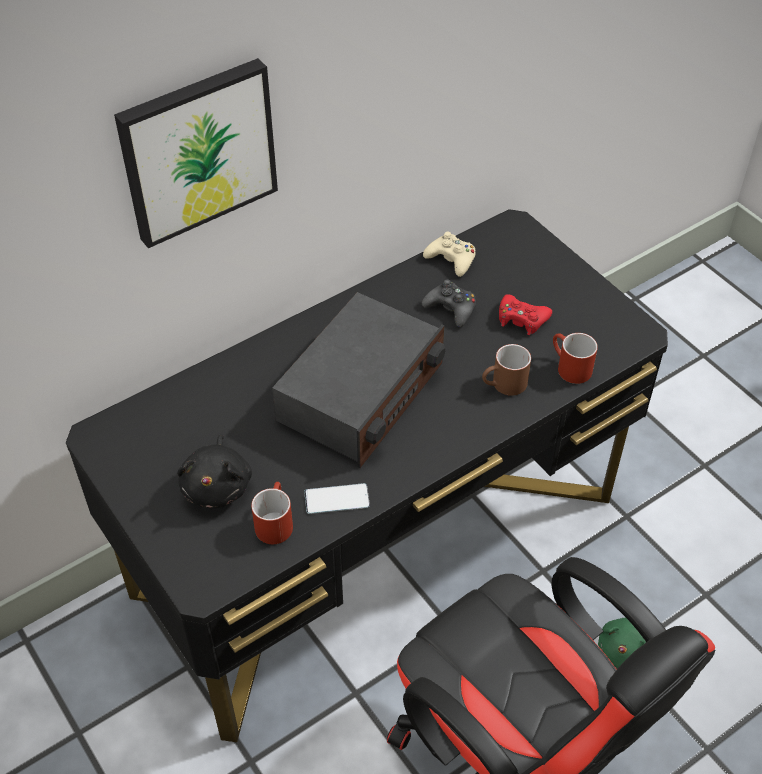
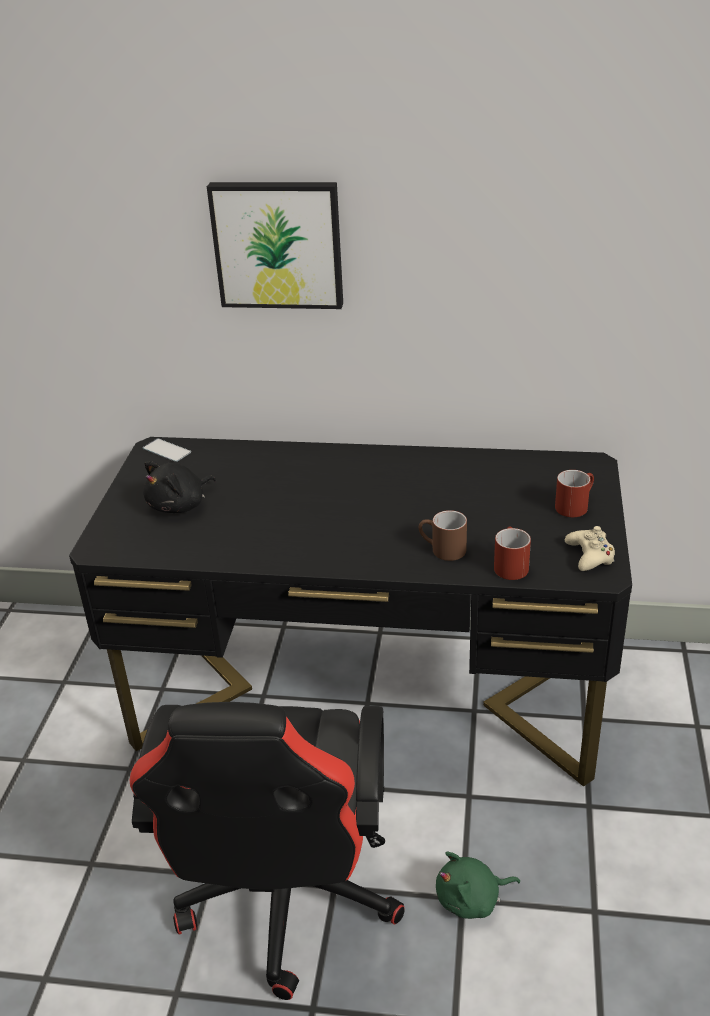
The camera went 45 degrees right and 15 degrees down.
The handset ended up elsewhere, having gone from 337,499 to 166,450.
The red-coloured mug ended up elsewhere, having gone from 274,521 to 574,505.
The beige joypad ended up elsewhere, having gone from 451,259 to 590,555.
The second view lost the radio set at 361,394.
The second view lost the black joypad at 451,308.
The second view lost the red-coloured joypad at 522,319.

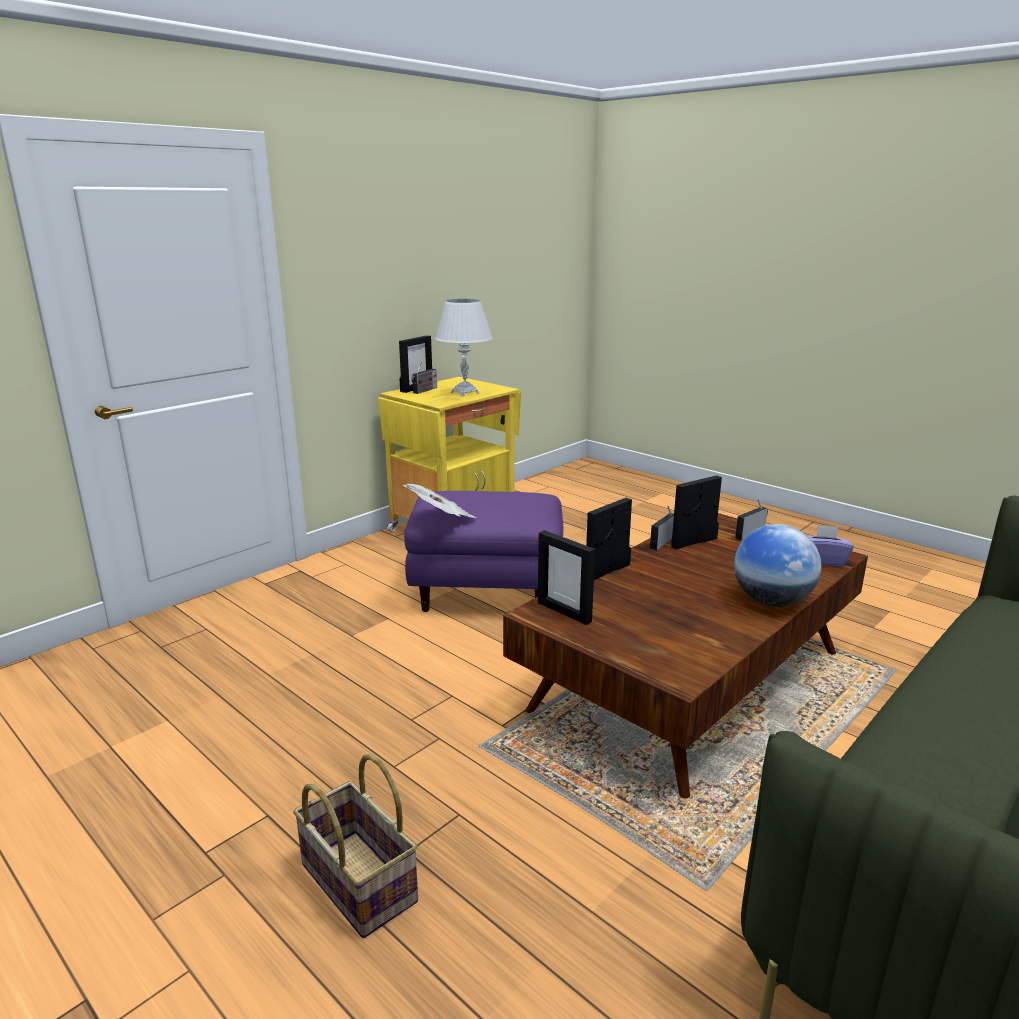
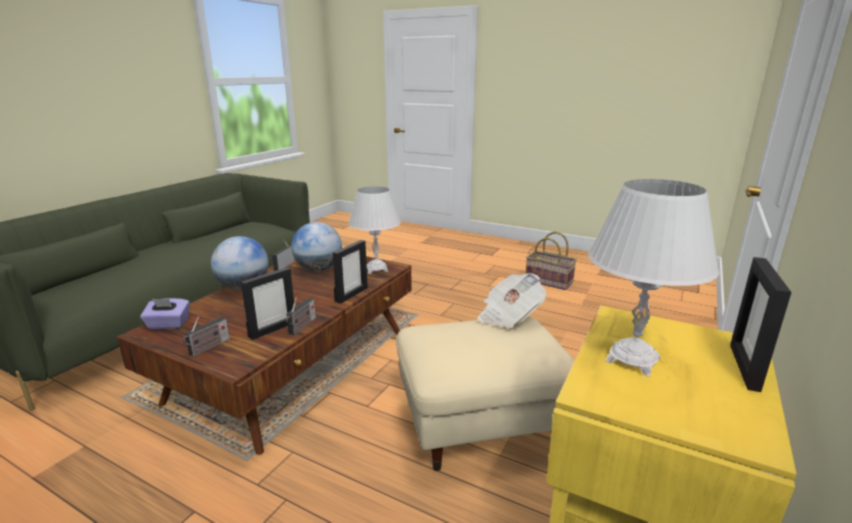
The camera went 165 degrees right and 0 degrees up.
The radio set ended up elsewhere, having gone from 424,390 to 284,265.
The second view gained the world globe at 319,269.
Where the standing frame stood at 565,611, the white tabletop lamp came to stand at 376,269.
What was the purplish footrest at 487,591 turned into the beige footrest at 479,427.
The storage basket ended up elsewhere, having gone from 356,883 to 549,281.

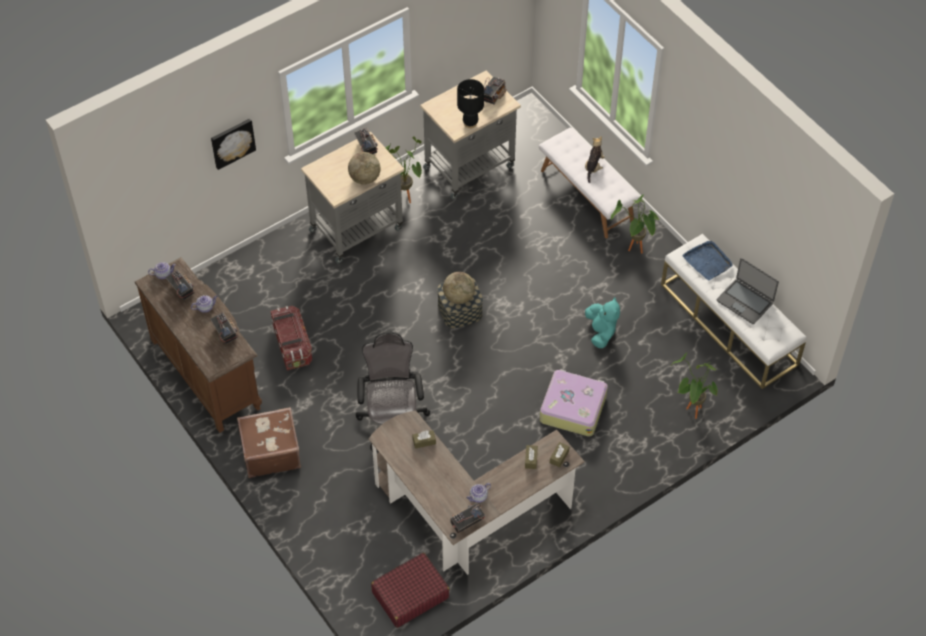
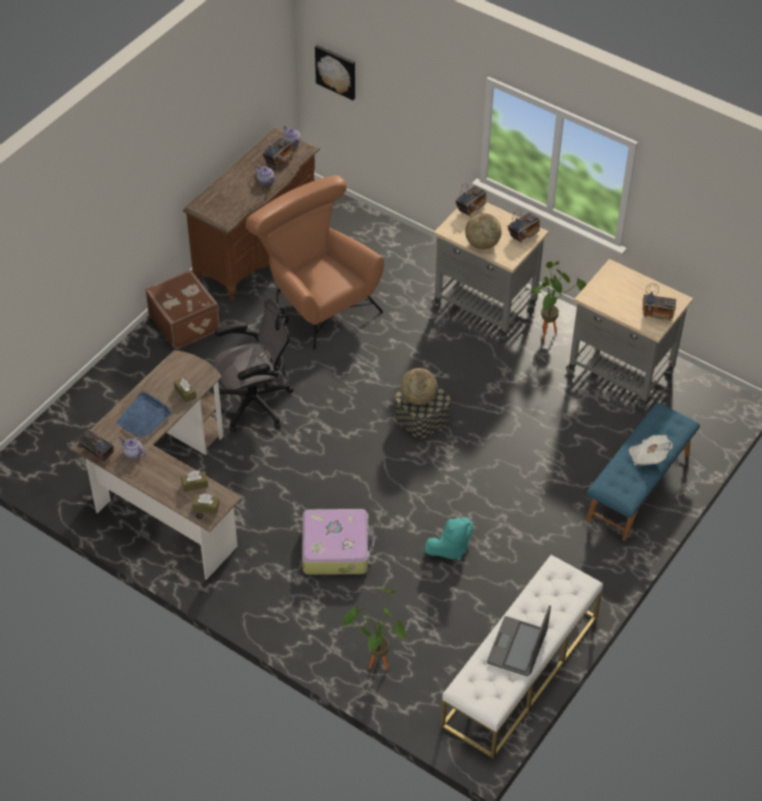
The camera went 70 degrees right and 5 degrees down.
The bluish carrying tray ended up elsewhere, having gone from 708,261 to 144,418.
Where the storage container stood at 292,345, the brownish lounge chair came to stand at 316,301.
The wall picture ended up elsewhere, having gone from 232,142 to 336,71.
The radio set ended up elsewhere, having gone from 225,333 to 471,207.
What was the white indoor bench at 587,195 turned into the bluish indoor bench at 639,487.
Where the cuddly toy stood at 593,167, the newspaper came to stand at 648,457.
The second view lost the red-coloured travel case at 410,595.
The second view lost the black tabletop lamp at 470,123.
The second view lost the potted plant at 634,251.

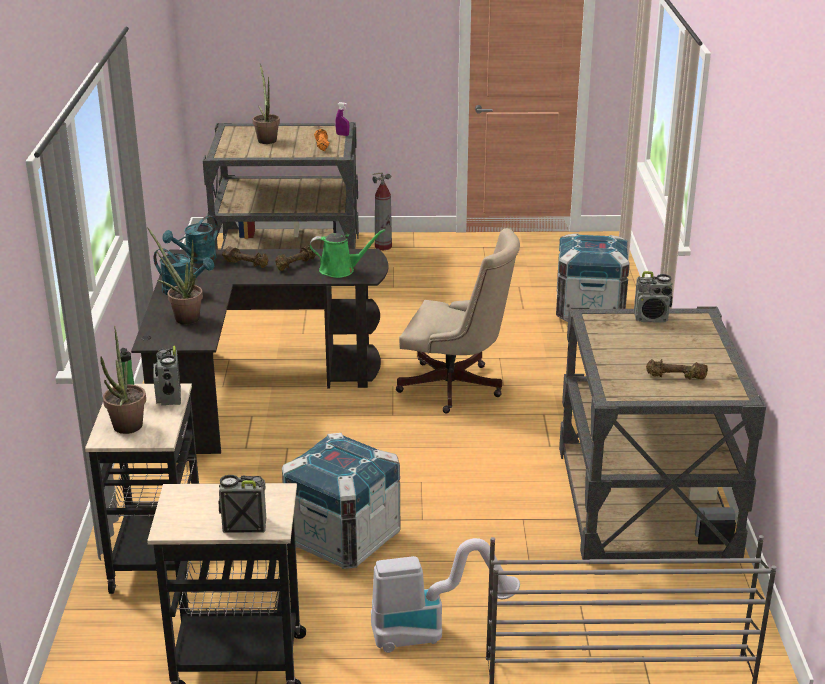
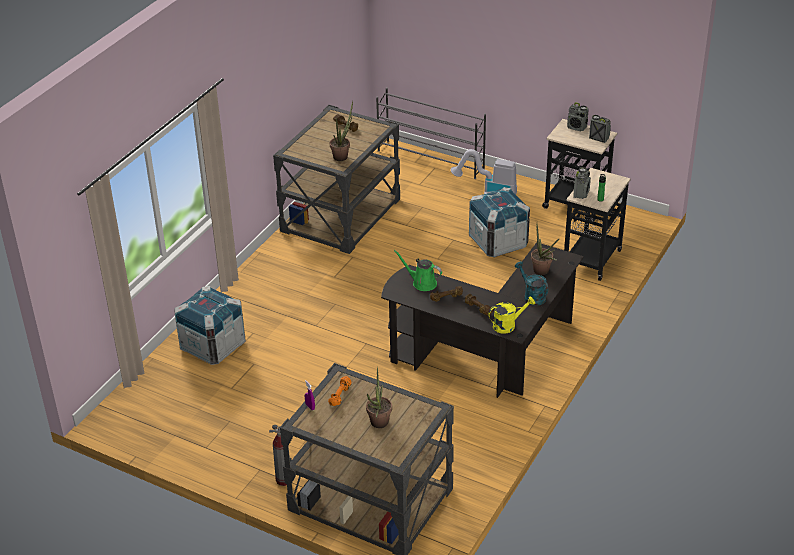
The camera went 150 degrees left and 10 degrees up.
The potted plant ended up elsewhere, having gone from 126,430 to 342,155.
What was the turquoise-coloured sprinkling can at 196,259 turned into the yellowish sprinkling can at 508,325.
The radio set ended up elsewhere, having gone from 651,318 to 599,138.
The second view lost the beige computer chair at 456,388.

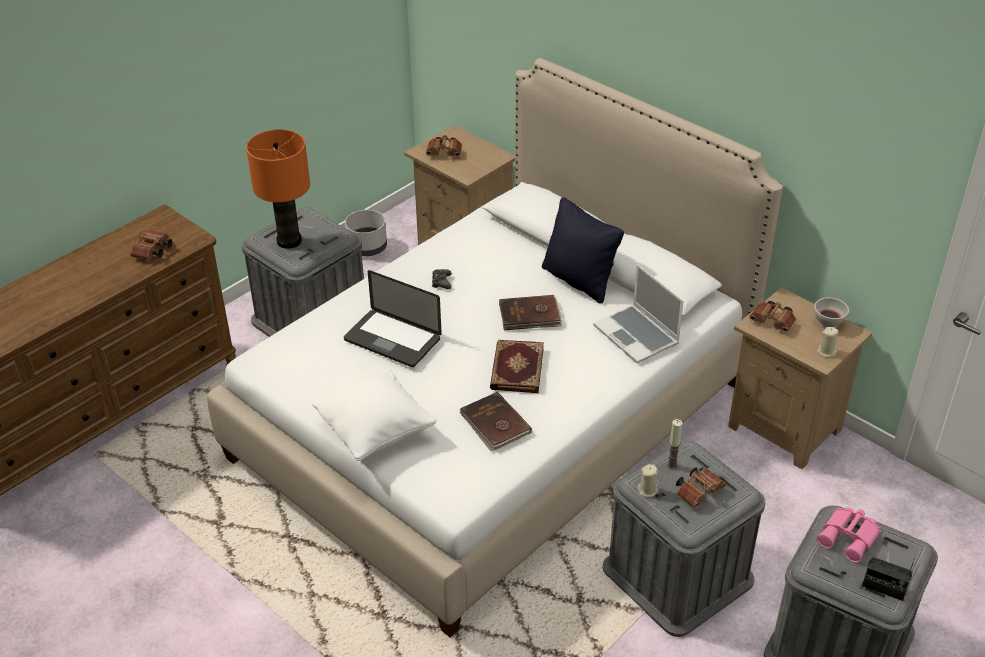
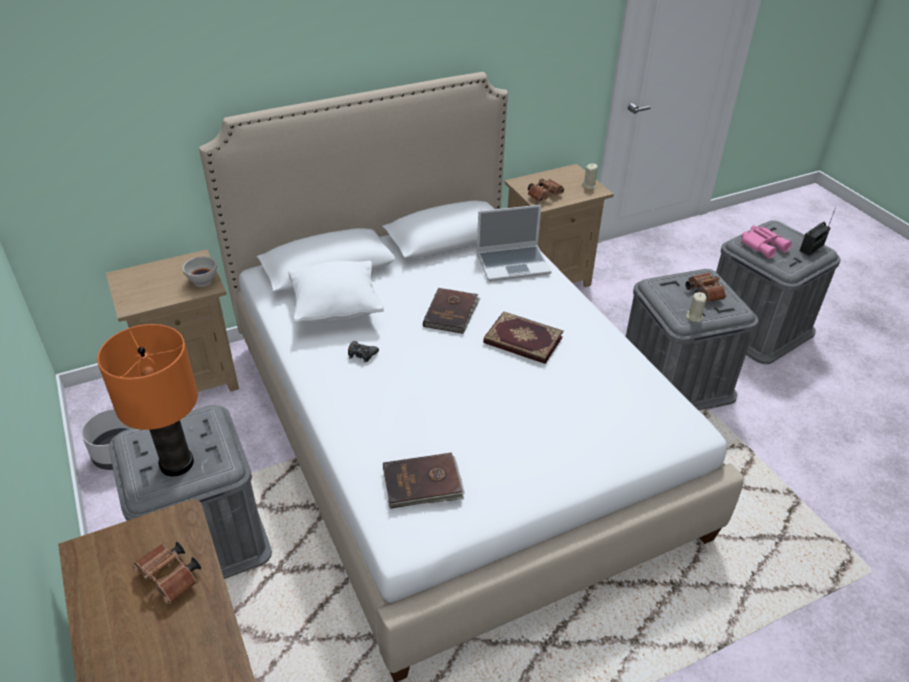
The camera went 70 degrees left and 0 degrees up.
The white serving bowl ended up elsewhere, having gone from 828,323 to 203,281.
The white pillow ended up elsewhere, having gone from 375,432 to 336,309.
The brownish book ended up elsewhere, having gone from 494,424 to 423,483.
The second view lost the portable computer at 392,339.
The second view lost the brownish field glasses at 445,153.
The second view lost the black pillow at 579,280.
The second view lost the wax candle at 672,465.

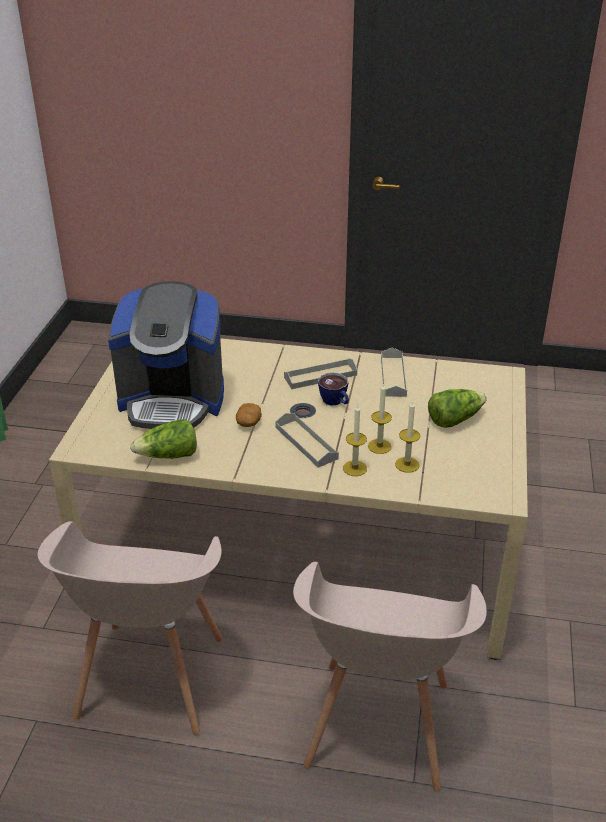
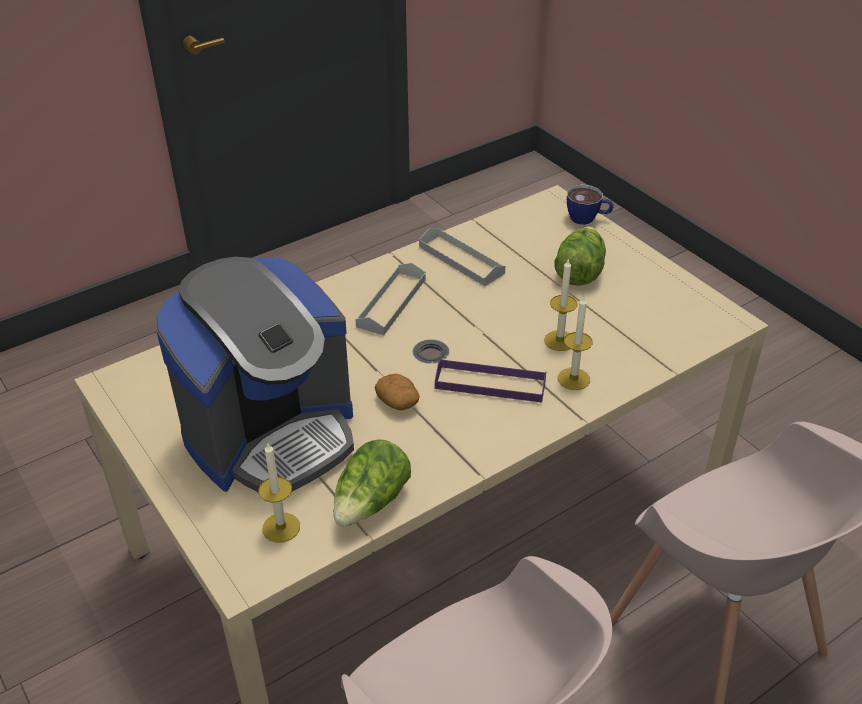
The camera went 45 degrees left and 5 degrees up.
The wax candle ended up elsewhere, having gone from 407,464 to 281,527.
What was the gray carrying tray at 306,443 turned into the purplish carrying tray at 490,384.
The drinking cup ended up elsewhere, having gone from 335,402 to 588,218.

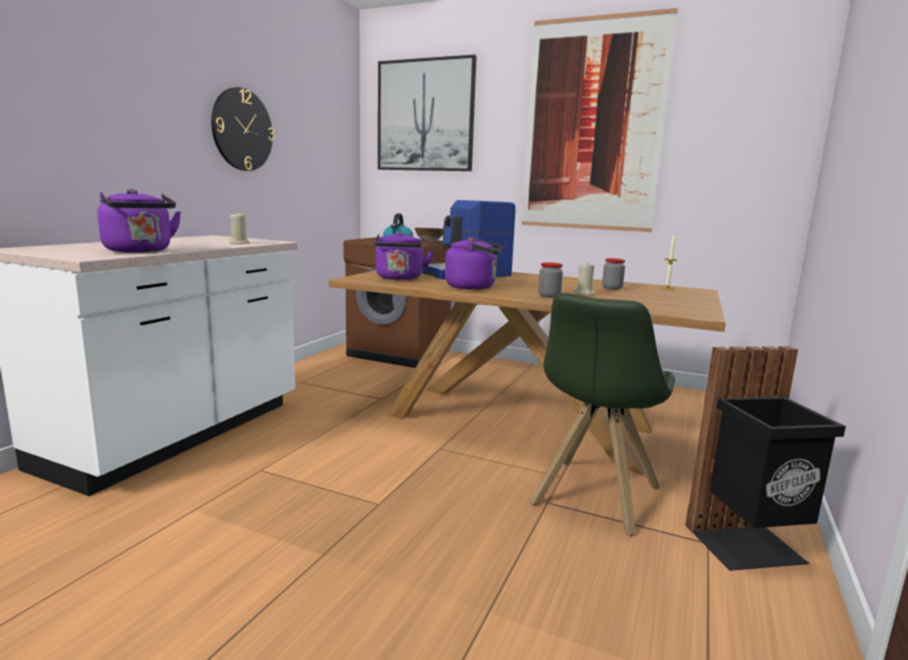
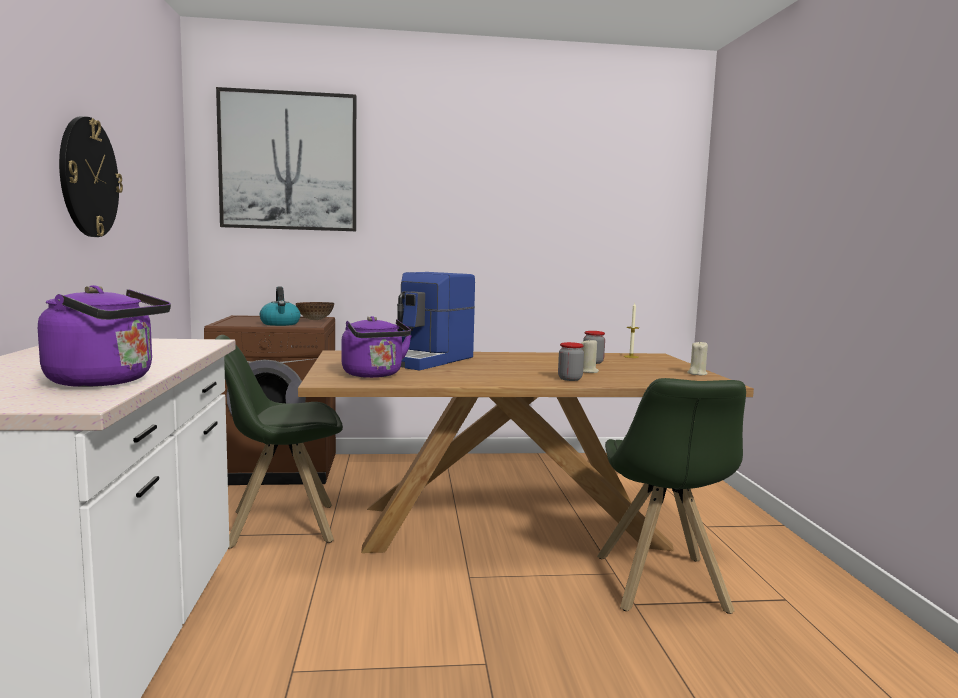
The camera went 30 degrees left and 5 degrees down.
The second view gained the greenish upright chair at 281,526.
The beige wax candle ended up elsewhere, having gone from 239,243 to 697,374.
The second view lost the purplish tea kettle at 473,287.
The second view lost the wall picture at 593,126.
The second view lost the black waste bin at 748,546.

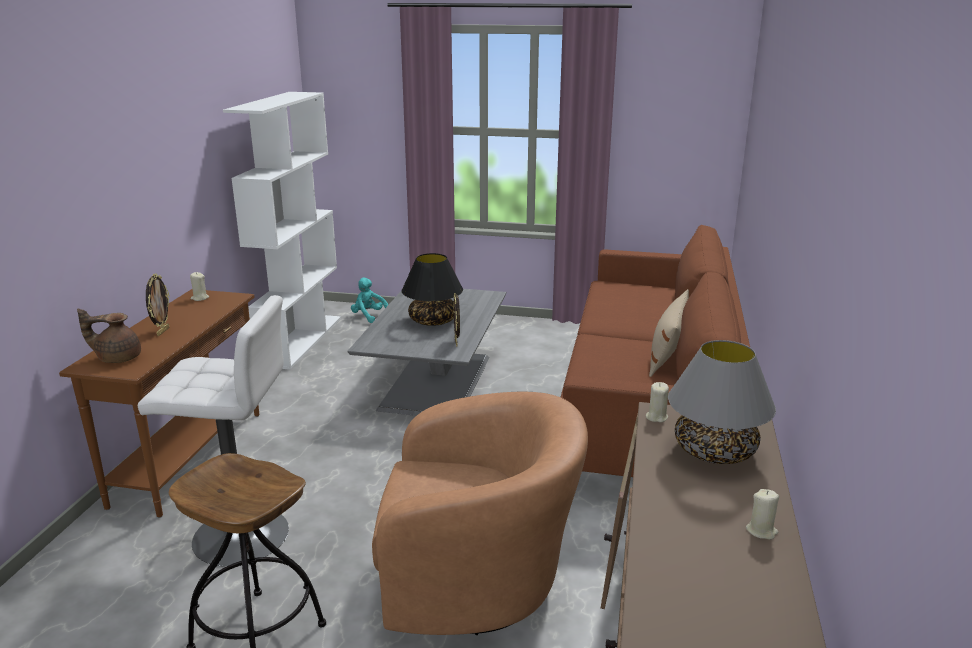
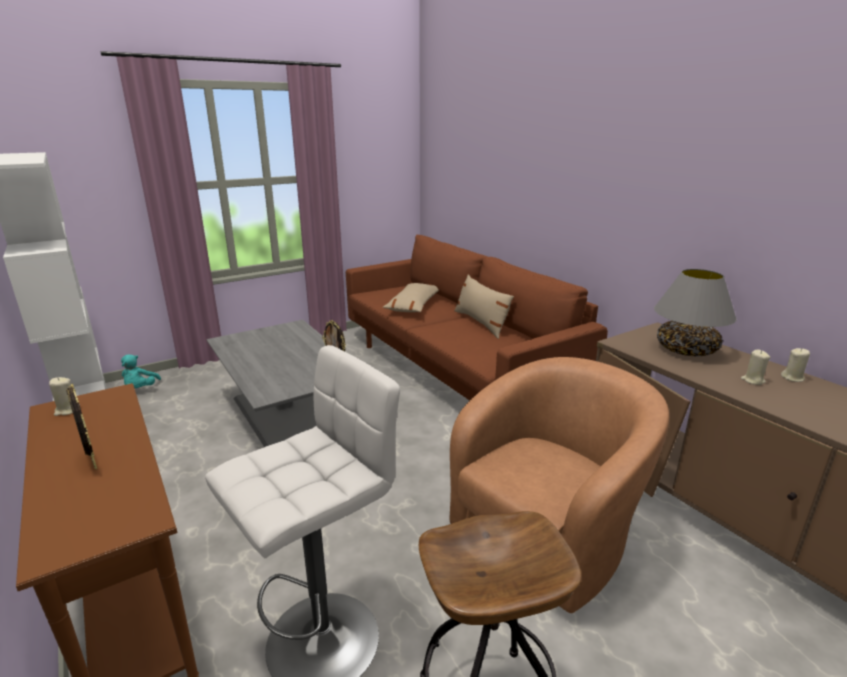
The camera went 45 degrees left and 0 degrees up.
The turquoise-coloured cuddly toy at 369,316 ended up facing another way, 90 degrees counterclockwise from before.
The second view gained the beige pillow at 413,305.
The beige wax candle ended up elsewhere, having gone from 656,417 to 752,380.
The second view lost the brownish pot for tea at 117,358.
The second view lost the black tabletop lamp at 433,320.

